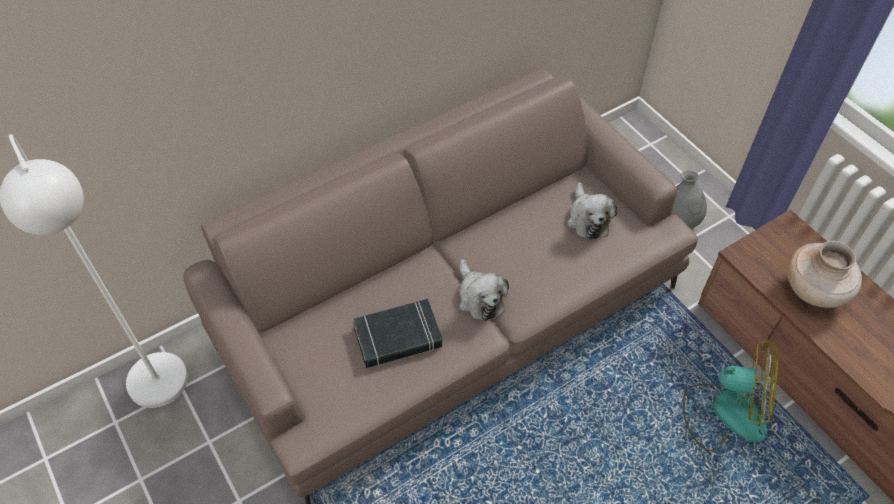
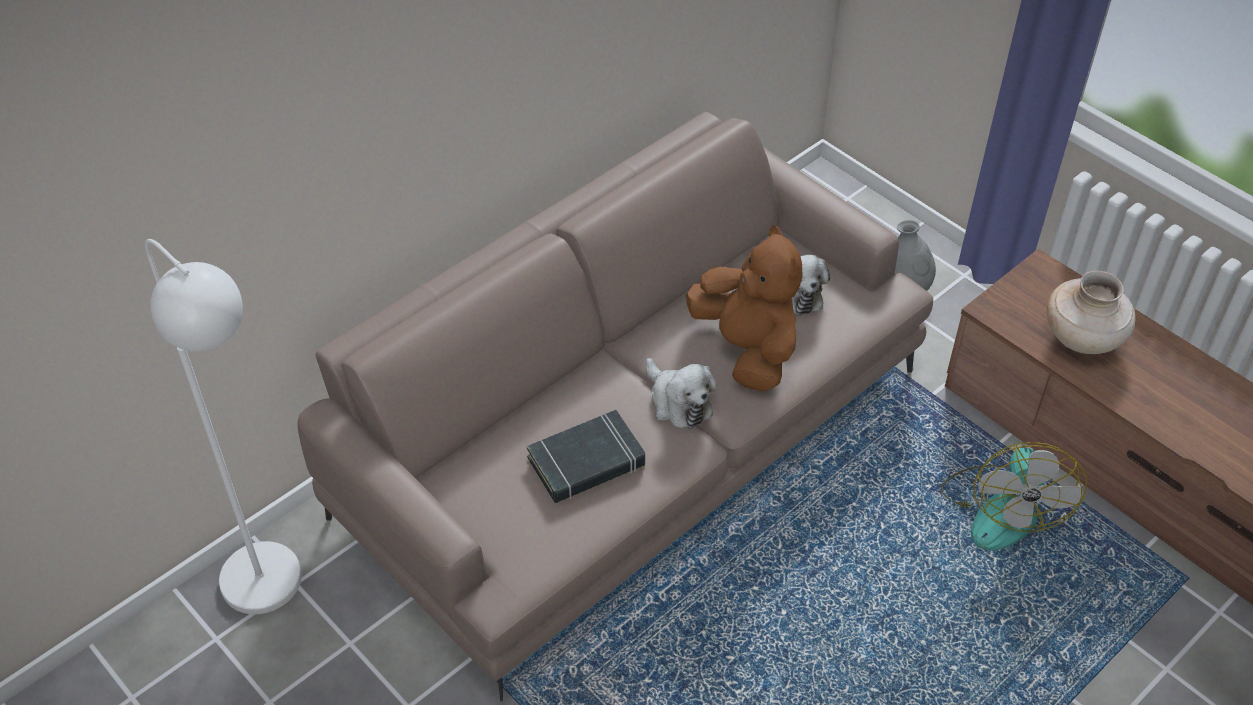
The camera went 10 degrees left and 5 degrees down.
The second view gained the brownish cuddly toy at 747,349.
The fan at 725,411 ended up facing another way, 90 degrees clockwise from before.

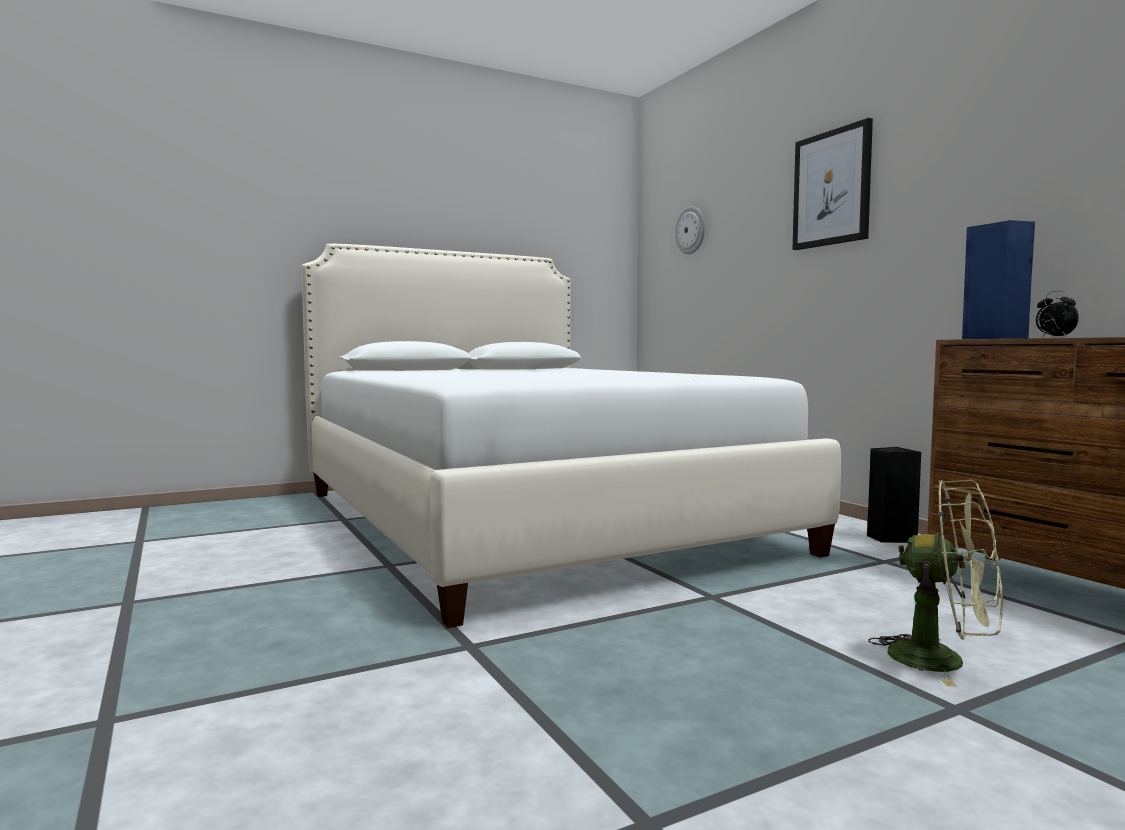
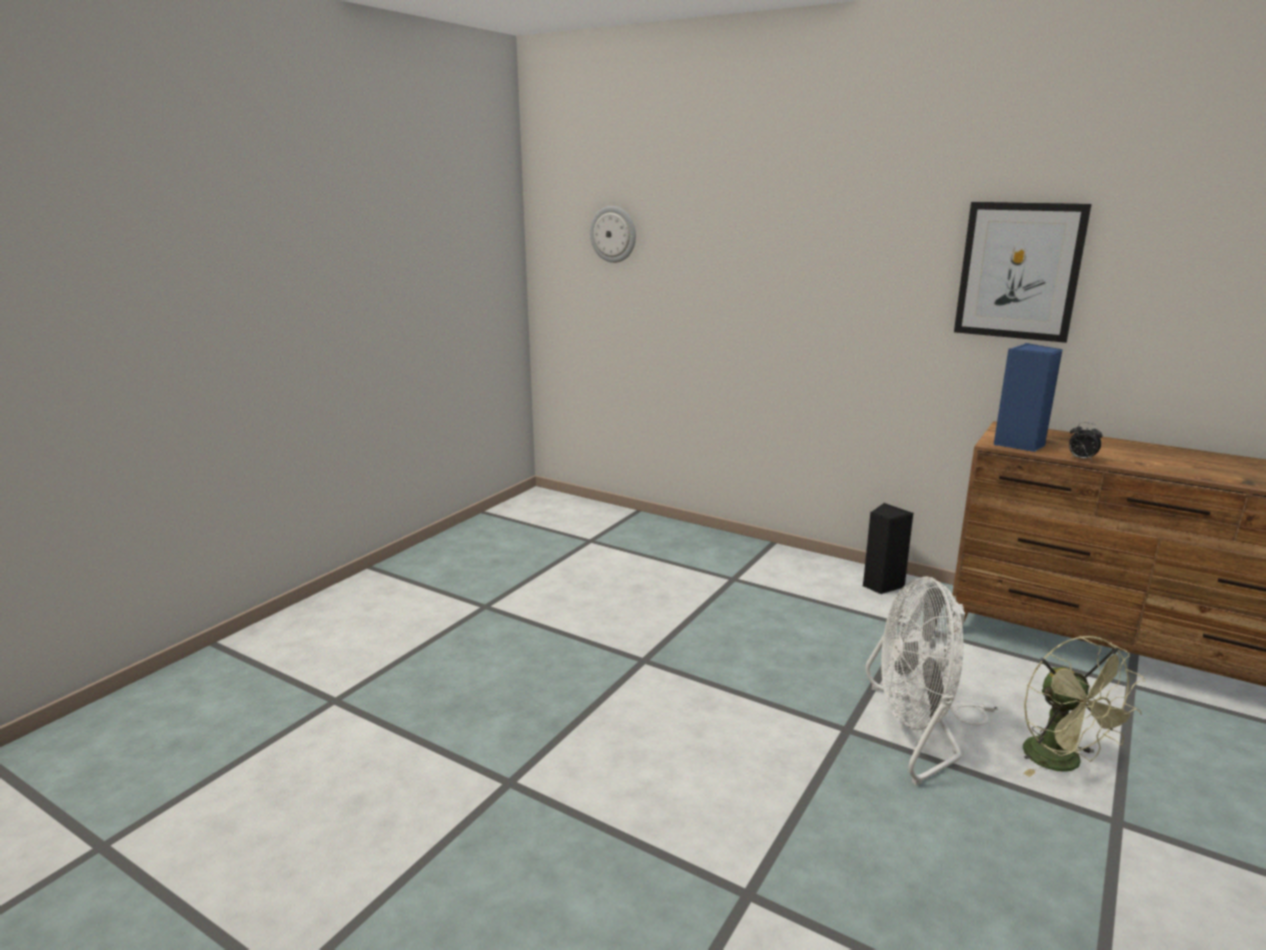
The camera went 30 degrees left and 15 degrees up.
The second view gained the white fan at 922,729.
The wall picture ended up elsewhere, having gone from 832,188 to 1019,271.
The greenish fan at 943,661 ended up facing another way, 75 degrees clockwise from before.
The second view lost the white sleeping bed at 527,519.

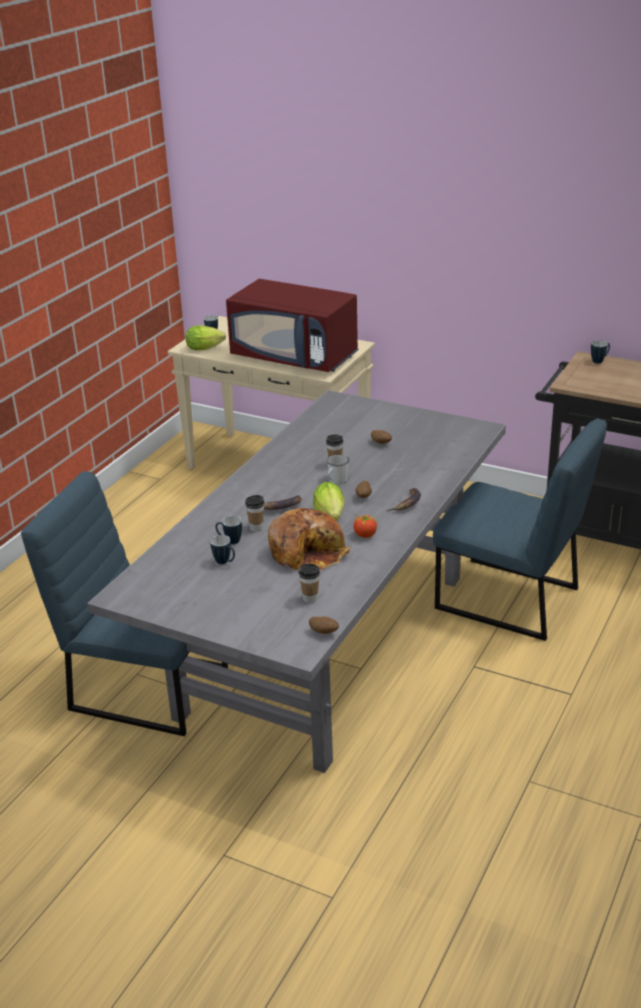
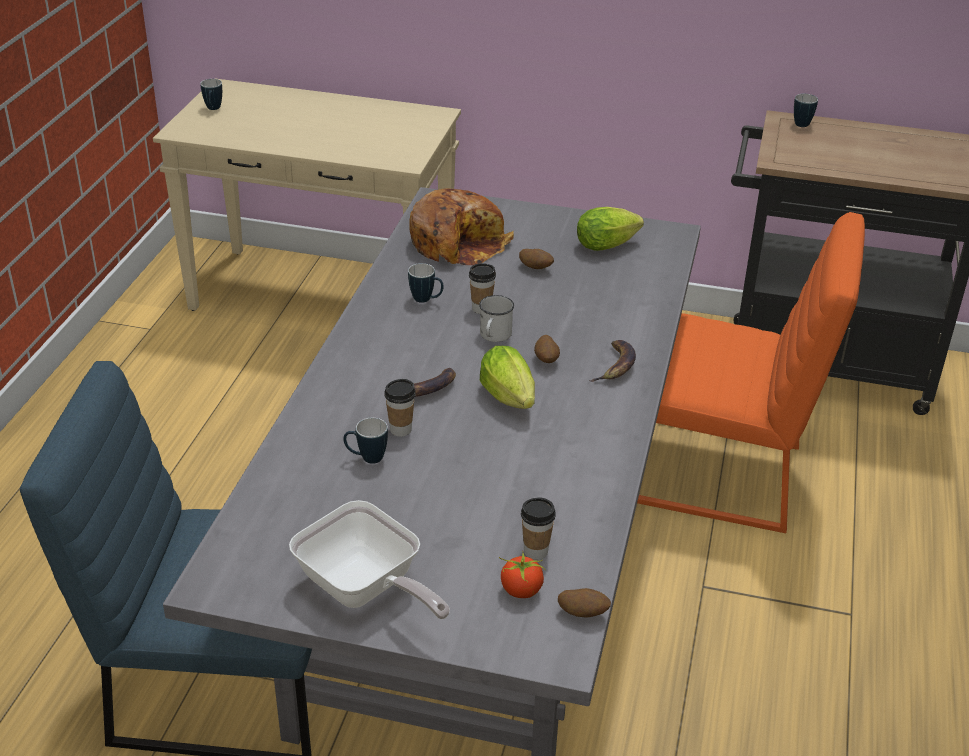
The camera went 15 degrees left and 5 degrees up.
The second view gained the pan at 365,590.
The mug ended up elsewhere, having gone from 225,562 to 426,300.
The bread ended up elsewhere, having gone from 308,551 to 458,242.
The whole tomato ended up elsewhere, having gone from 365,535 to 521,591.
The lettuce ended up elsewhere, having gone from 206,348 to 609,245.
What was the bluish upright chair at 511,600 turned into the orange upright chair at 716,474.
The second view lost the red-coloured kitchen microwave at 295,357.

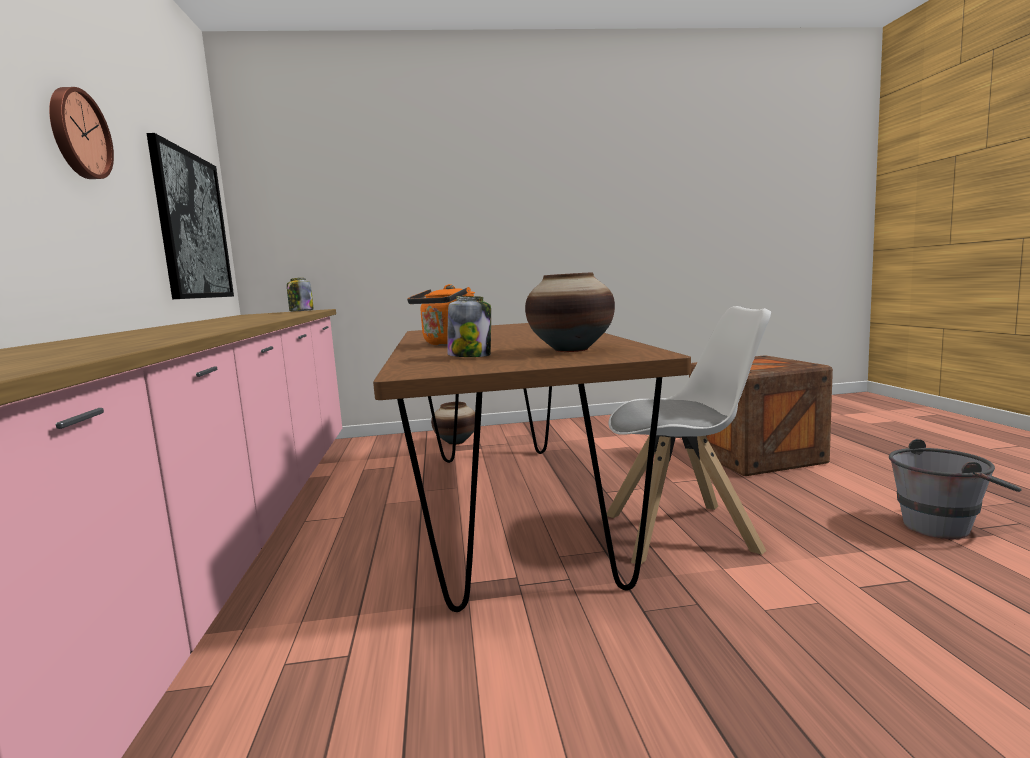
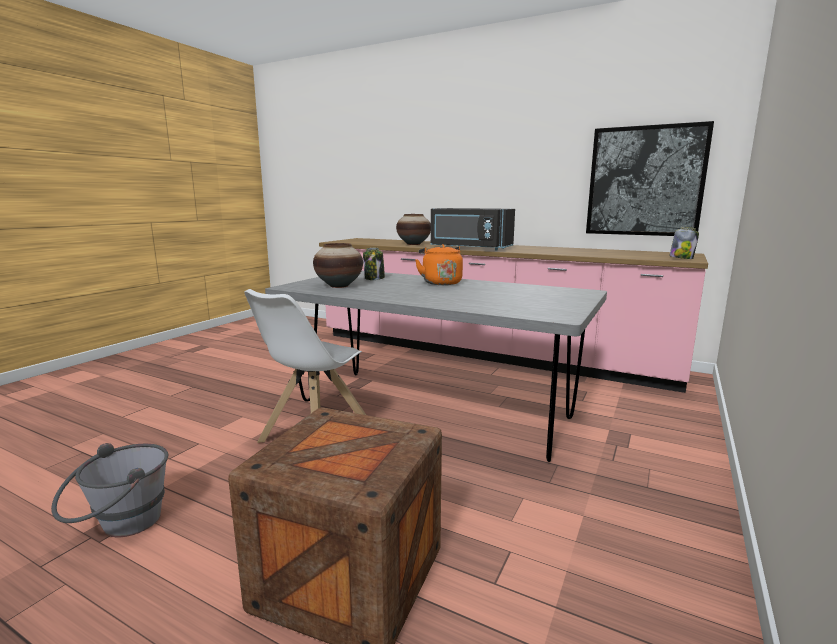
The camera went 125 degrees right and 5 degrees up.
What was the brownish kitchen table at 514,509 turned into the gray kitchen table at 431,409.
The flower vase ended up elsewhere, having gone from 456,442 to 413,244.
The second view gained the black kitchen microwave at 470,248.
The second view lost the wall clock at 78,134.

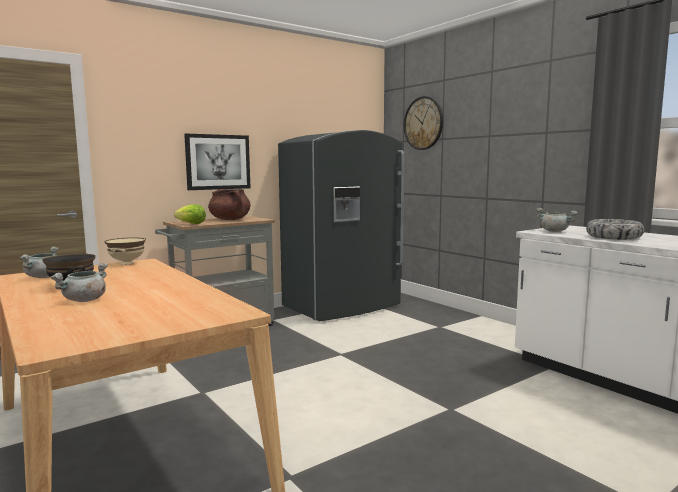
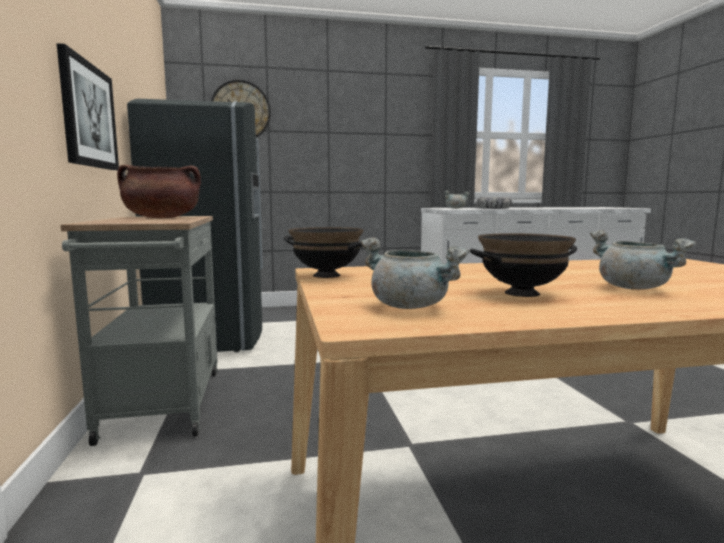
The camera went 65 degrees left and 0 degrees up.
What was the beige serving bowl at 127,263 turned into the black serving bowl at 327,275.
The second view lost the lettuce at 191,224.

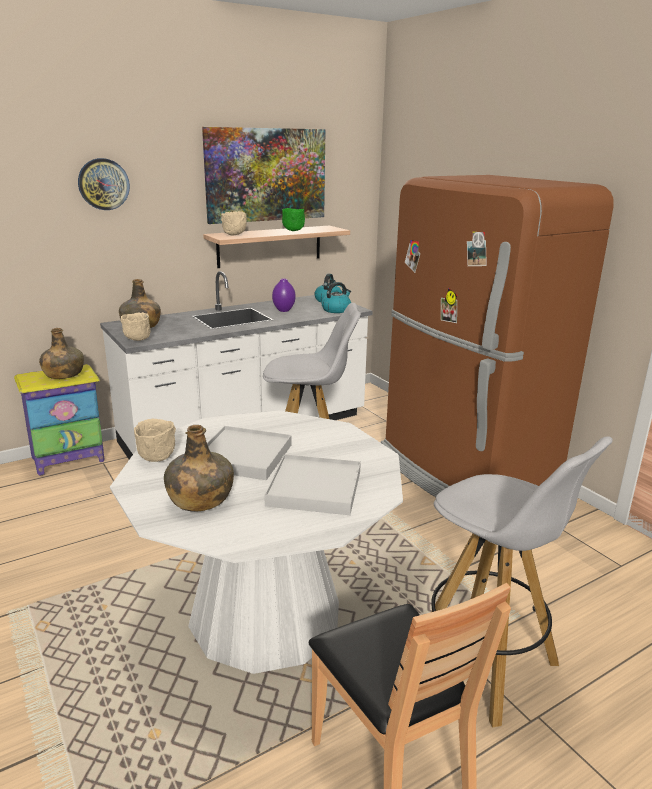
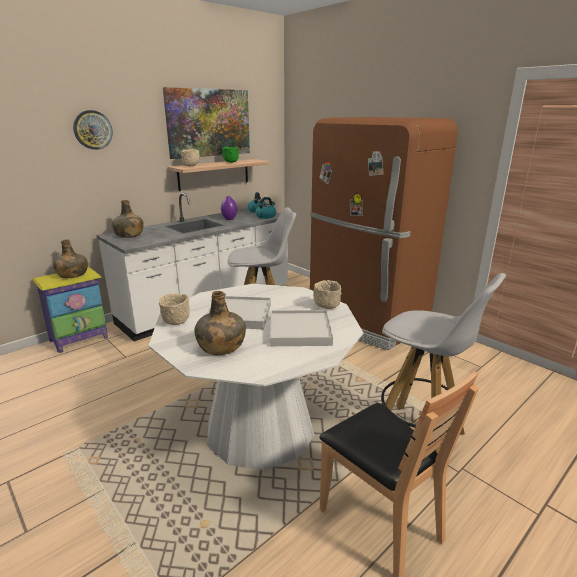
The camera went 10 degrees left and 0 degrees up.
The beige serving bowl ended up elsewhere, having gone from 138,339 to 326,307.

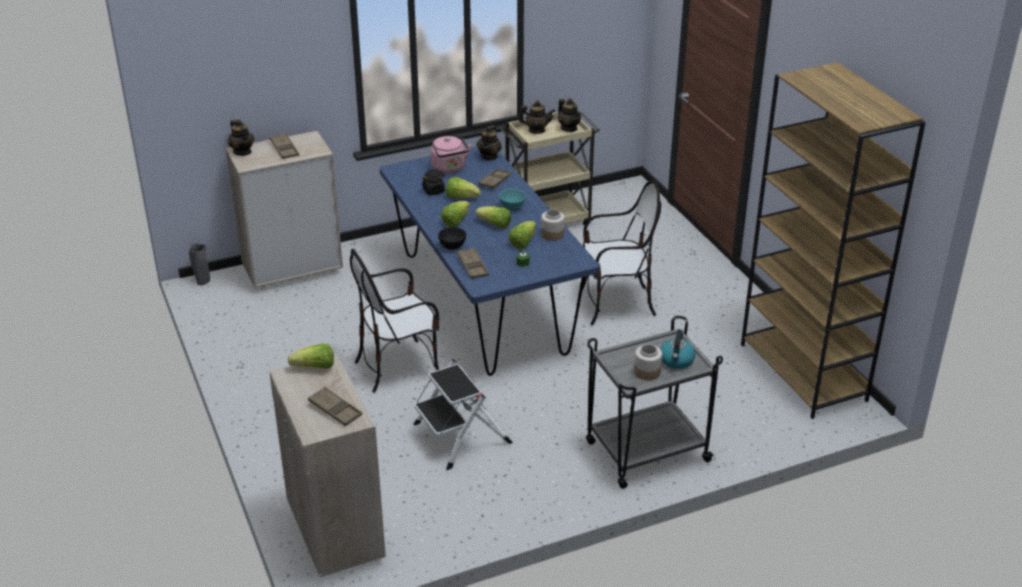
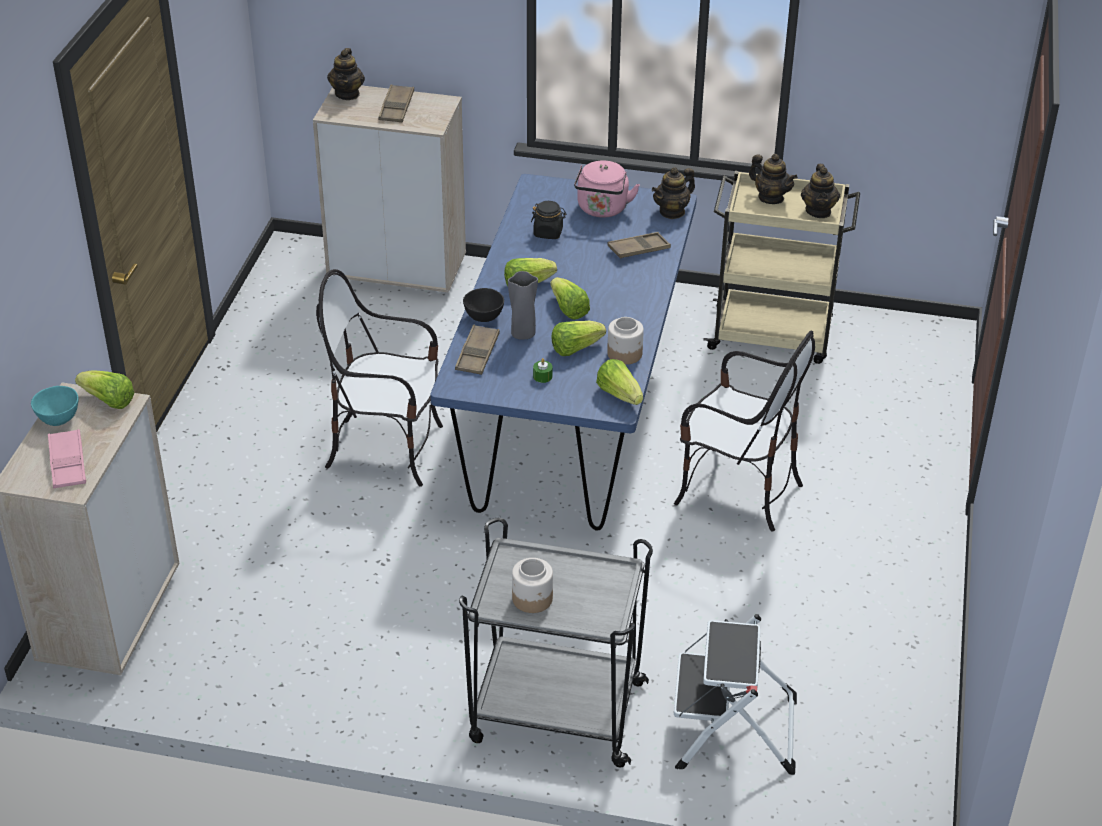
The camera went 35 degrees right and 5 degrees up.
The turquoise-coloured serving bowl ended up elsewhere, having gone from 512,207 to 59,419.
What was the brownish carrying tray at 335,410 turned into the pinkish carrying tray at 67,463.
The gray flower vase ended up elsewhere, having gone from 202,282 to 523,334.
The lettuce ended up elsewhere, having gone from 461,197 to 619,394.
The step ladder ended up elsewhere, having gone from 461,435 to 733,726.
The second view lost the tea kettle at 676,361.
The second view lost the brownish bookcase at 803,372.

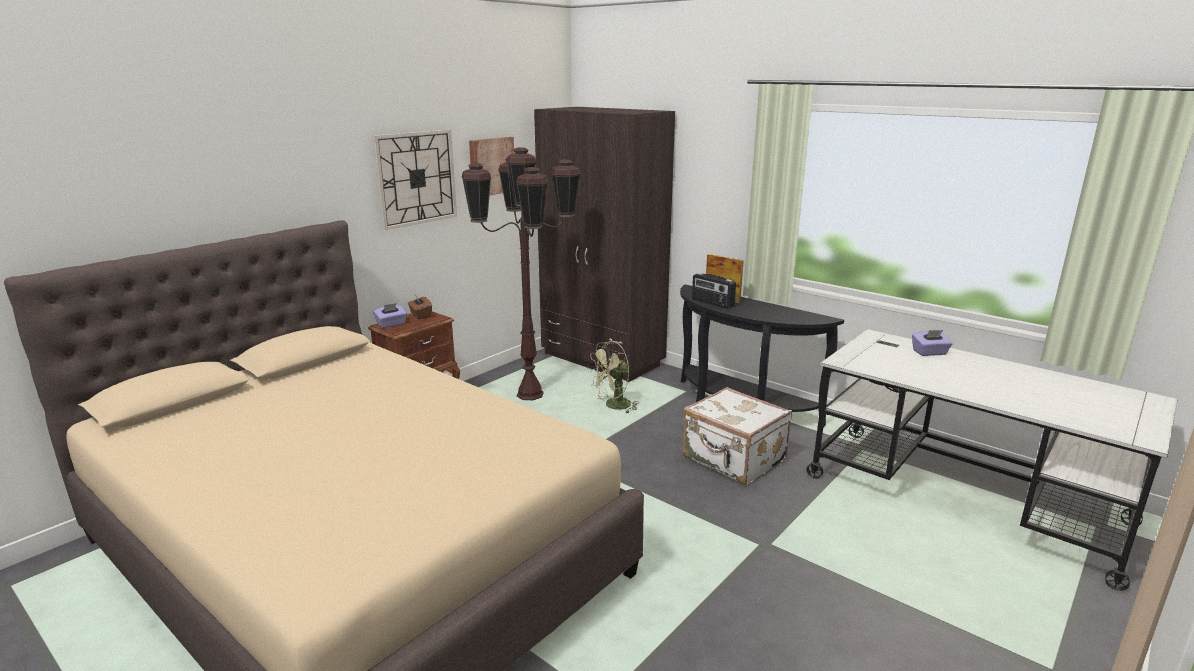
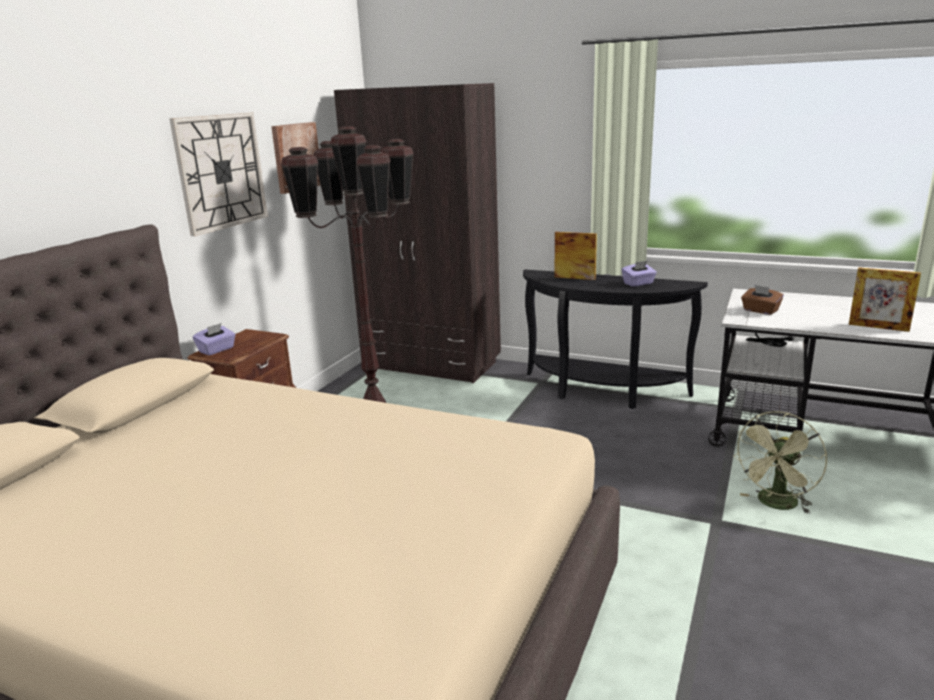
The camera went 15 degrees left and 0 degrees up.
The purplish tissue holder ended up elsewhere, having gone from 929,353 to 638,283.
The greenish fan ended up elsewhere, having gone from 613,406 to 775,505.
The brownish tissue holder ended up elsewhere, having gone from 420,315 to 760,311.
The second view gained the standing frame at 878,327.
The second view lost the white travel case at 733,460.
The second view lost the radio set at 712,303.

